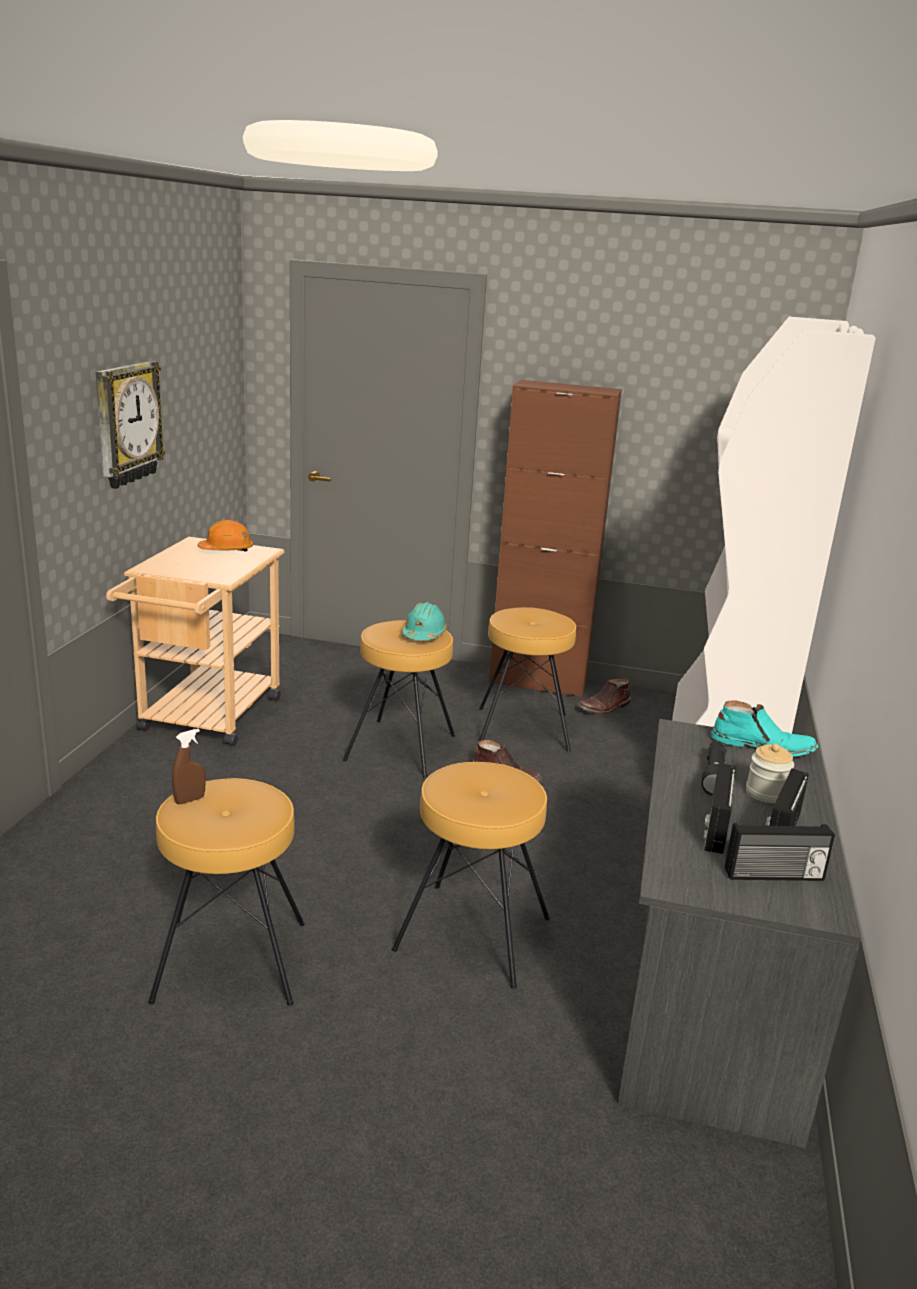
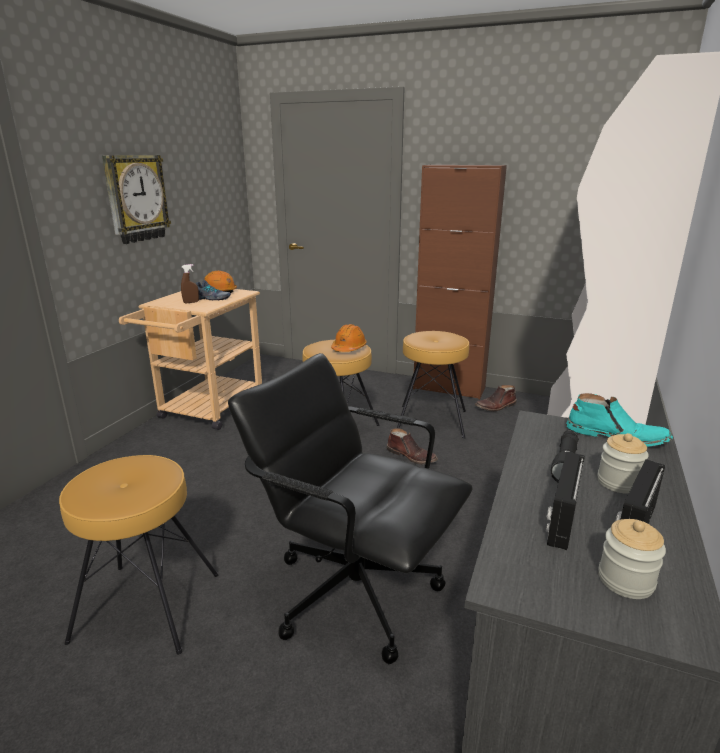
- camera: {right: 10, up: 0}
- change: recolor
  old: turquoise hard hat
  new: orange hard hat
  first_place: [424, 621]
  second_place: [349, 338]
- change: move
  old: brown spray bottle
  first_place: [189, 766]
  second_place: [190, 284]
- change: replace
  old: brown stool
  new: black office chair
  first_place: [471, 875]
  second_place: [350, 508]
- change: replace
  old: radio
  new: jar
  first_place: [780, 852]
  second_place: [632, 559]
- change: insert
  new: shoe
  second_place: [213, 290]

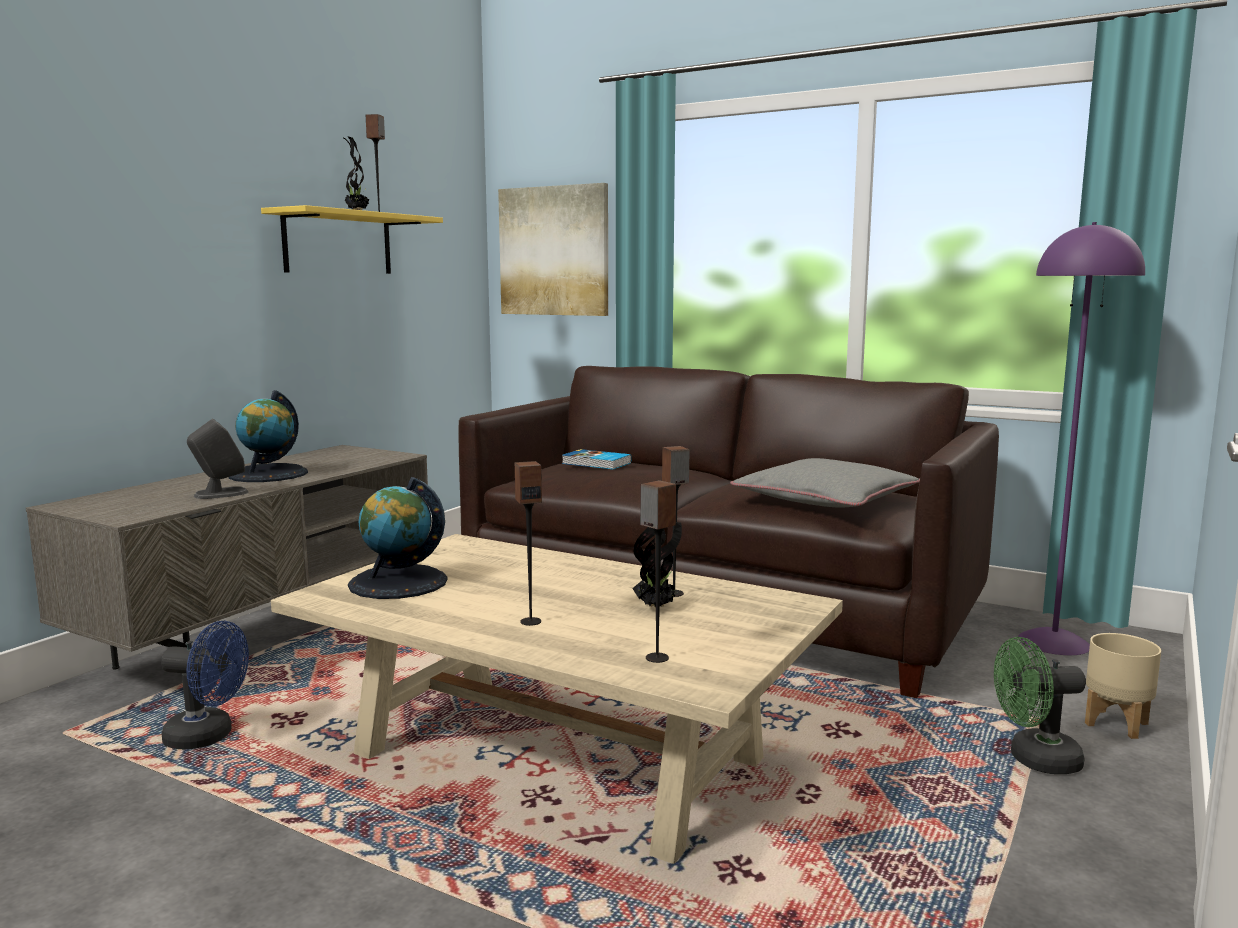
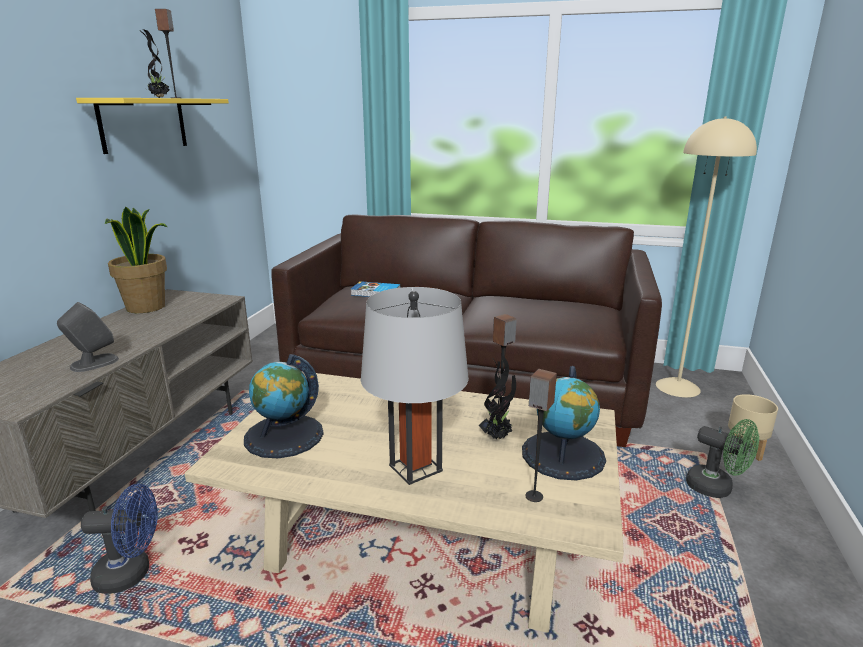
- camera: {right: -15, up: 10}
- change: delete
  old: picture
  first_place: [553, 249]
- change: recolor
  old: purple floor lamp
  new: beige floor lamp
  first_place: [1081, 438]
  second_place: [706, 257]
- change: move
  old: globe
  first_place: [268, 436]
  second_place: [564, 423]
- change: delete
  old: grey pillow
  first_place: [825, 483]
- change: replace
  old: speaker
  new: grey table lamp
  first_place: [528, 543]
  second_place: [414, 386]
- change: rotate
  old: green fan
  first_place: [1040, 705]
  second_place: [722, 458]
  degrees: -120
- change: insert
  new: potted plant
  second_place: [136, 259]

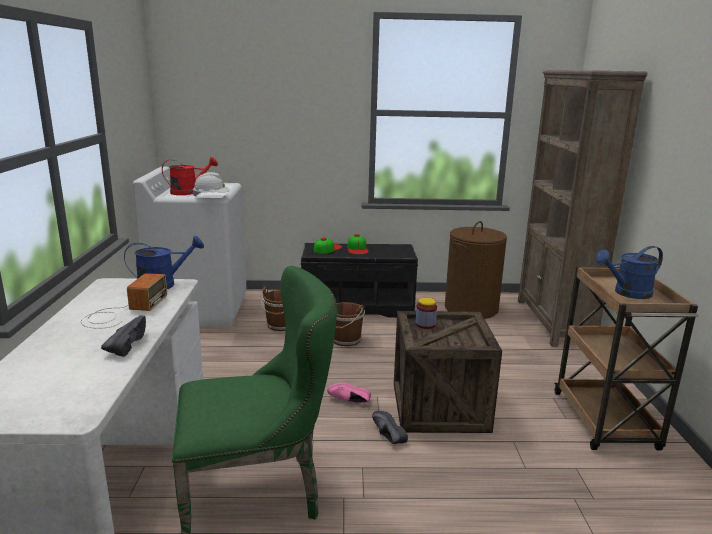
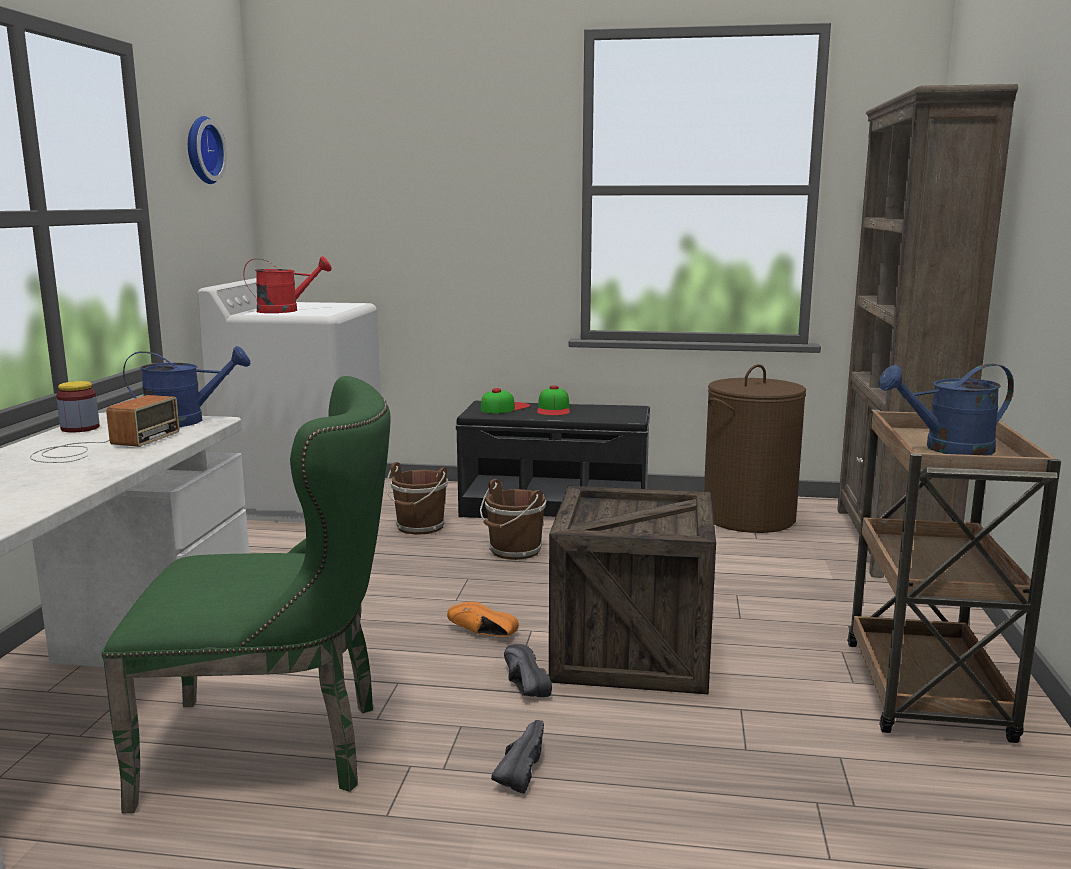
- camera: {right: 10, up: -5}
- change: delete
  old: white hard hat
  first_place: [211, 184]
- change: move
  old: jar
  first_place: [426, 313]
  second_place: [78, 406]
- change: move
  old: black shoe
  first_place: [123, 336]
  second_place: [517, 757]
- change: recolor
  old: pink shoe
  new: orange shoe
  first_place: [349, 392]
  second_place: [483, 619]
- change: insert
  new: wall clock
  second_place: [207, 150]

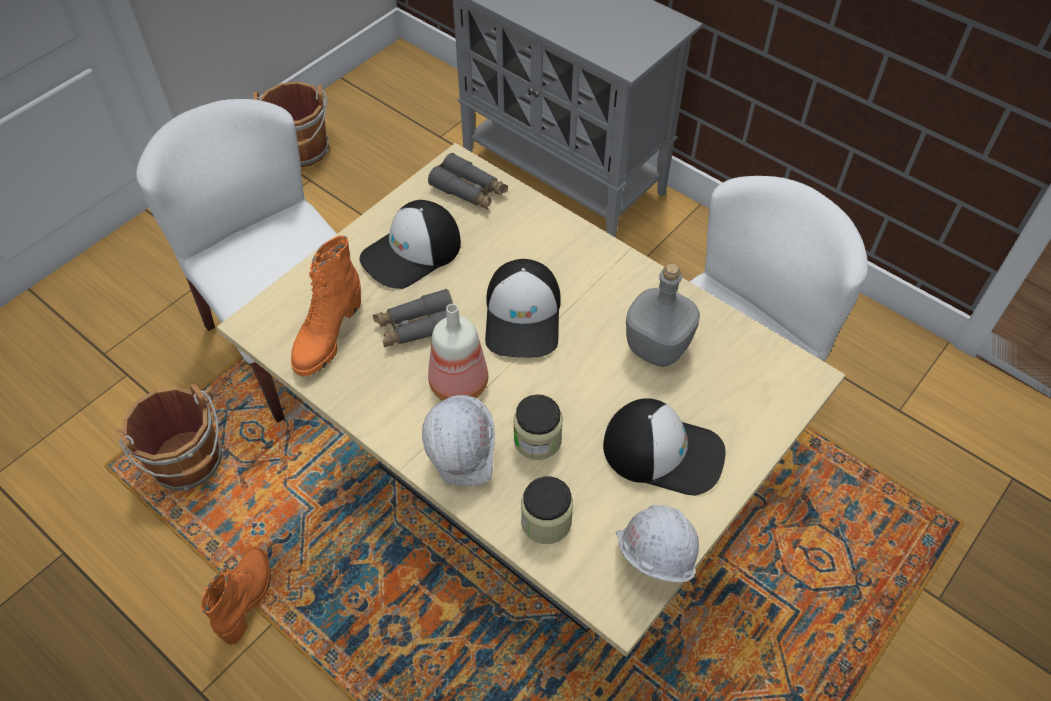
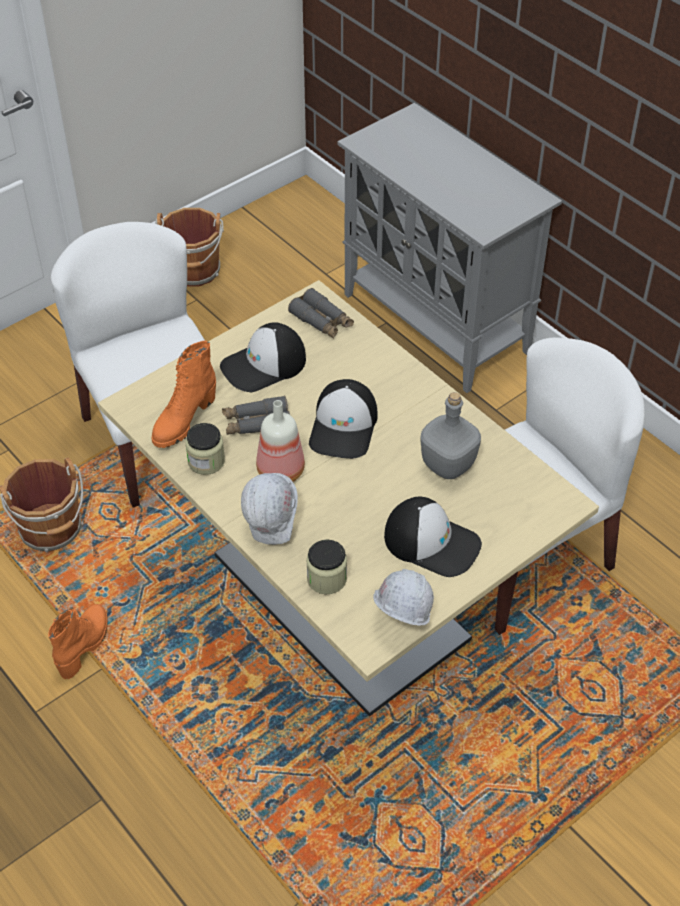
- camera: {right: 10, up: -5}
- change: move
  old: jar
  first_place: [538, 427]
  second_place: [205, 449]

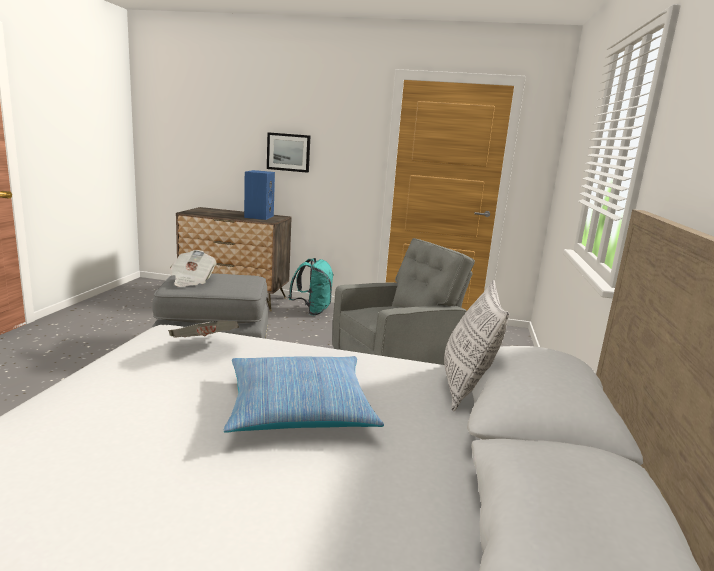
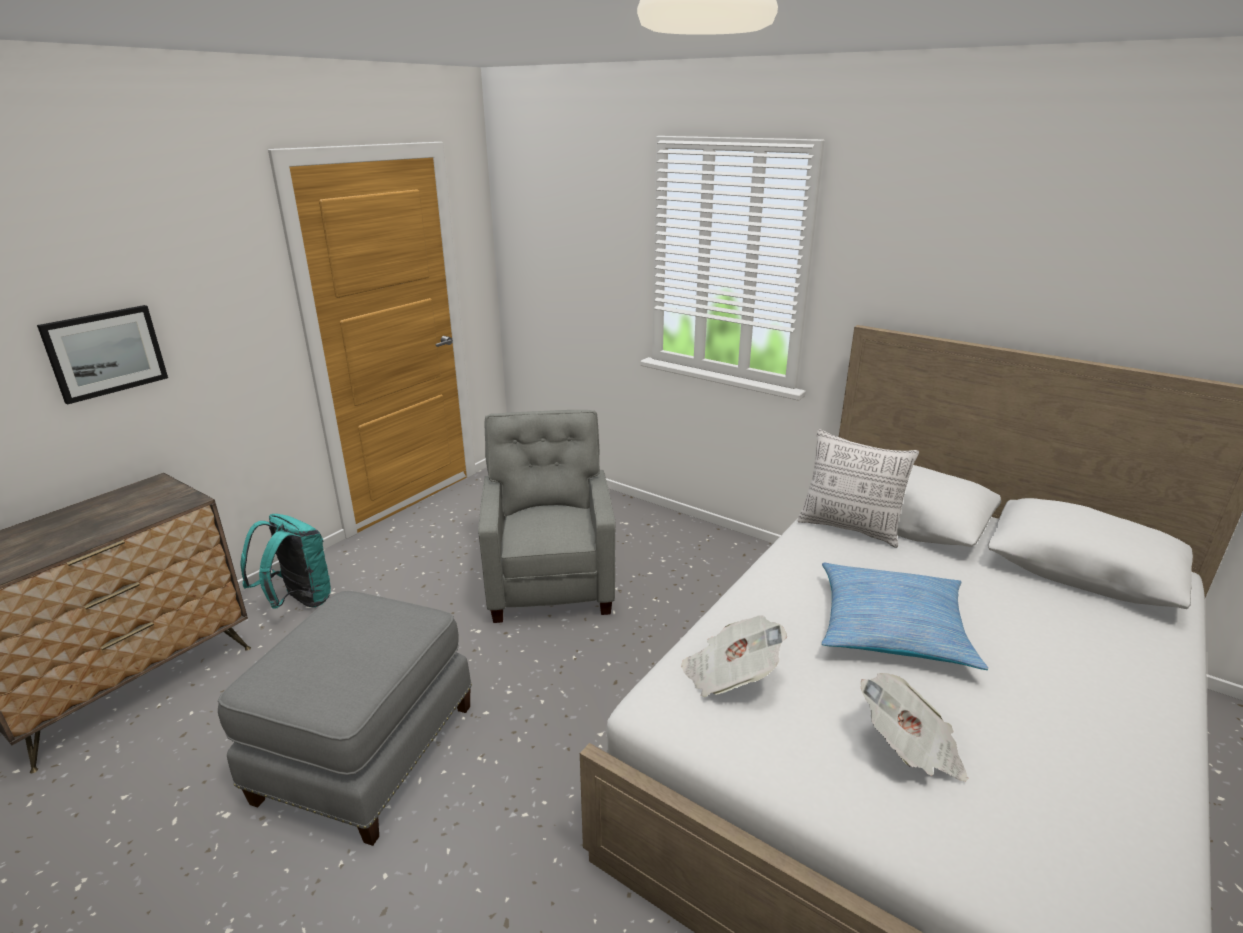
- camera: {right: -65, up: 10}
- change: delete
  old: blue speaker
  first_place: [259, 195]
- change: move
  old: newspaper
  first_place: [193, 268]
  second_place: [914, 727]

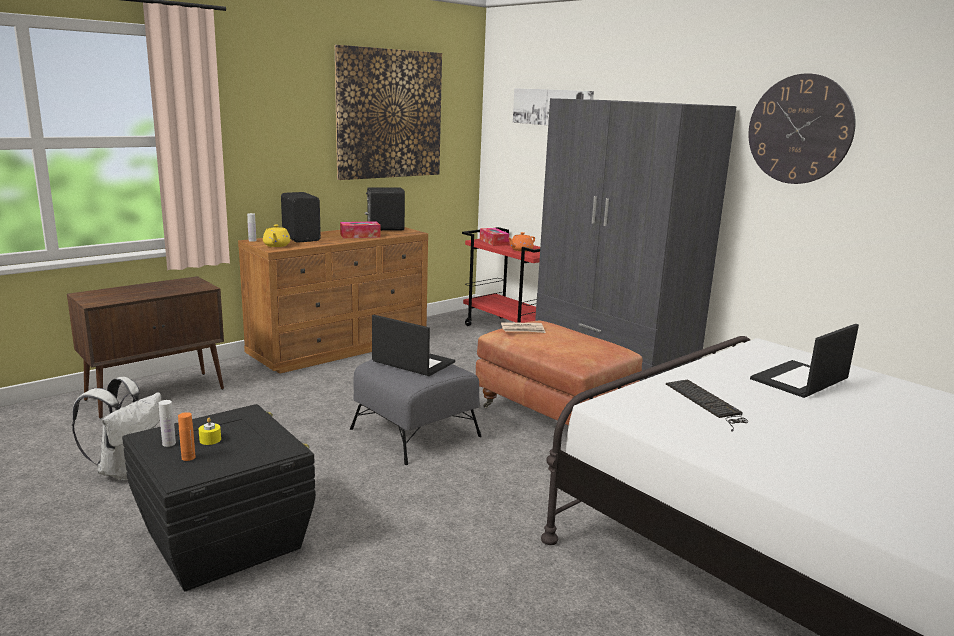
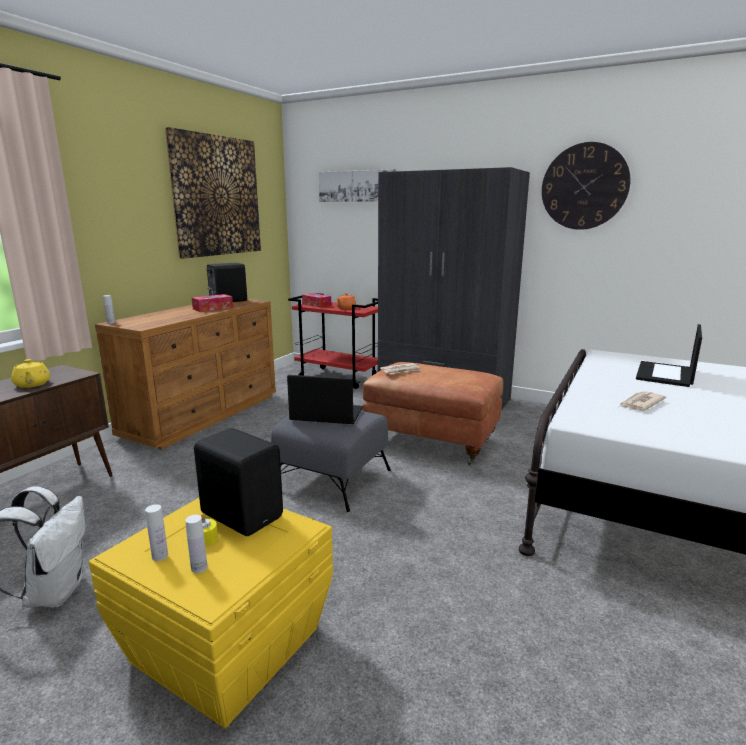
- camera: {right: -20, up: 0}
- change: move
  old: black speaker
  first_place: [301, 217]
  second_place: [238, 482]
- change: move
  old: yellow teapot
  first_place: [276, 236]
  second_place: [30, 373]
- change: replace
  old: keyboard
  new: newspaper
  first_place: [707, 406]
  second_place: [642, 401]
- change: recolor
  old: black storage box
  new: yellow storage box
  first_place: [219, 498]
  second_place: [211, 613]
- change: recolor
  old: orange bottle
  new: white bottle
  first_place: [187, 436]
  second_place: [196, 544]

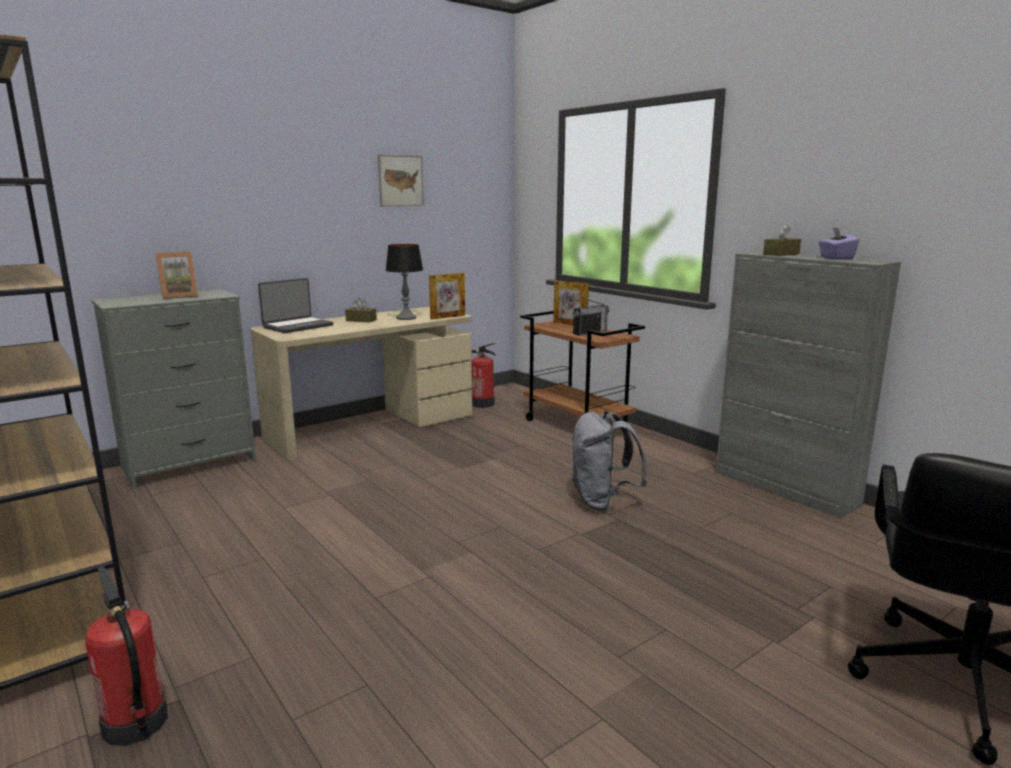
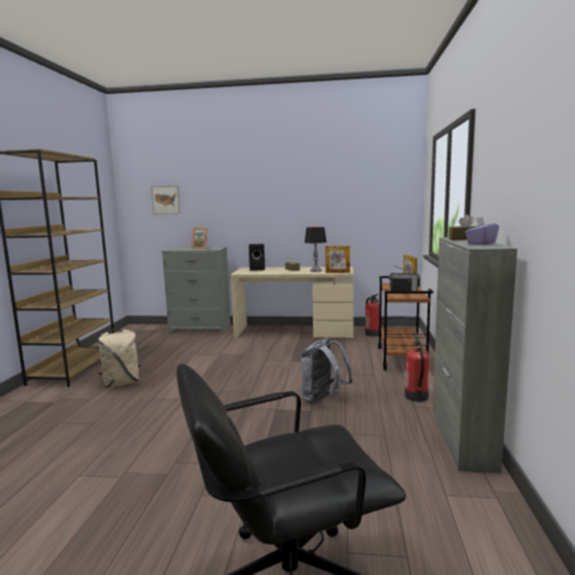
- camera: {right: 45, up: -5}
- change: move
  old: picture
  first_place: [401, 180]
  second_place: [165, 200]
- change: replace
  old: laptop
  new: black speaker
  first_place: [295, 305]
  second_place: [257, 257]
- change: move
  old: fire extinguisher
  first_place: [126, 656]
  second_place: [417, 367]
- change: insert
  new: beige backpack
  second_place: [119, 358]

